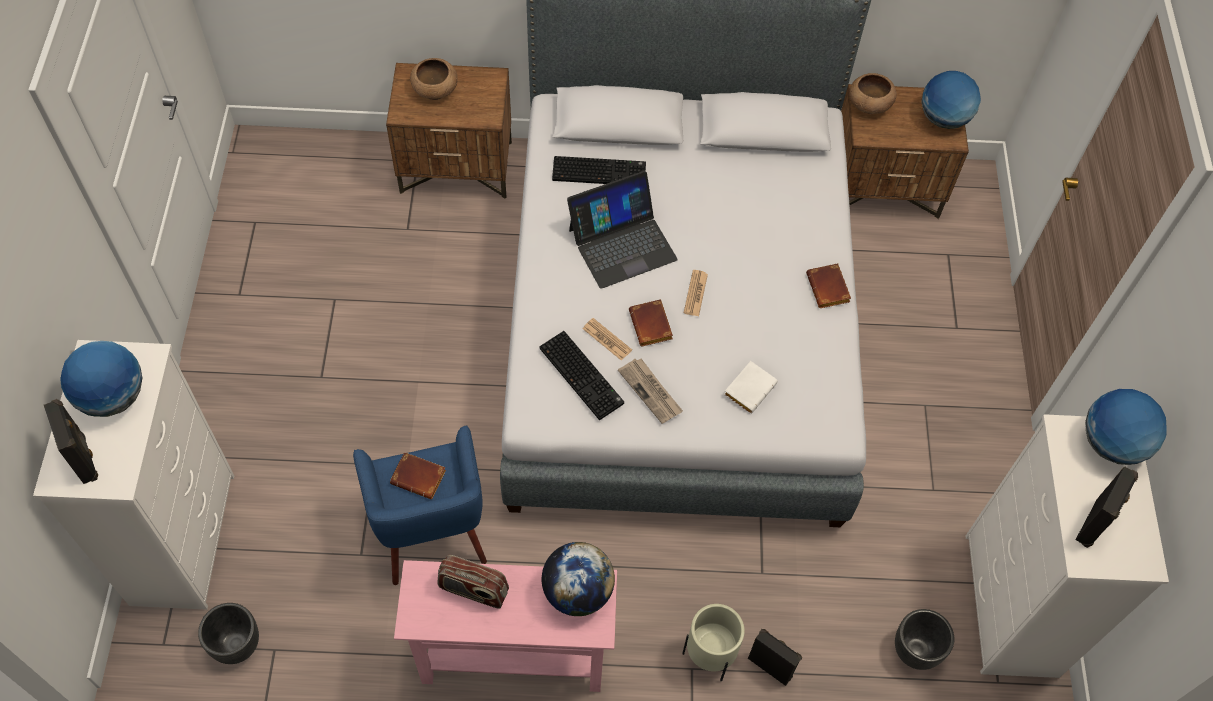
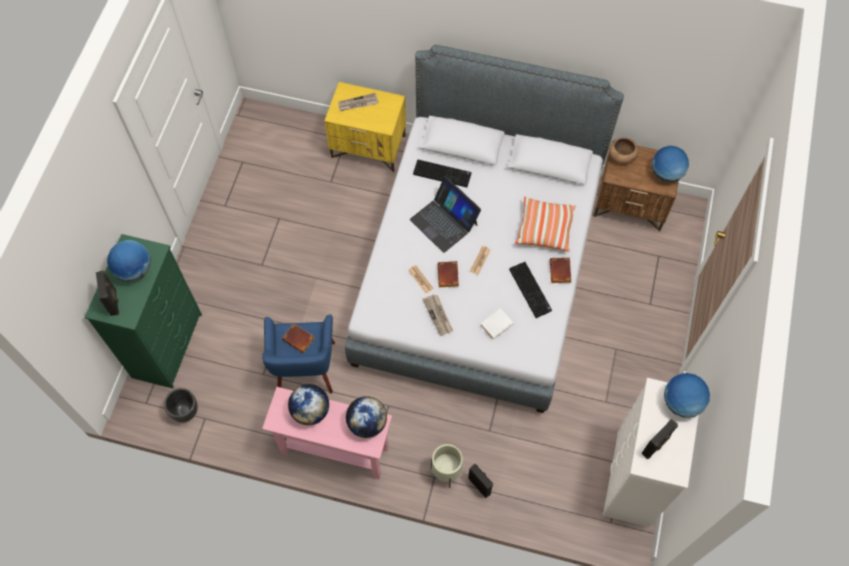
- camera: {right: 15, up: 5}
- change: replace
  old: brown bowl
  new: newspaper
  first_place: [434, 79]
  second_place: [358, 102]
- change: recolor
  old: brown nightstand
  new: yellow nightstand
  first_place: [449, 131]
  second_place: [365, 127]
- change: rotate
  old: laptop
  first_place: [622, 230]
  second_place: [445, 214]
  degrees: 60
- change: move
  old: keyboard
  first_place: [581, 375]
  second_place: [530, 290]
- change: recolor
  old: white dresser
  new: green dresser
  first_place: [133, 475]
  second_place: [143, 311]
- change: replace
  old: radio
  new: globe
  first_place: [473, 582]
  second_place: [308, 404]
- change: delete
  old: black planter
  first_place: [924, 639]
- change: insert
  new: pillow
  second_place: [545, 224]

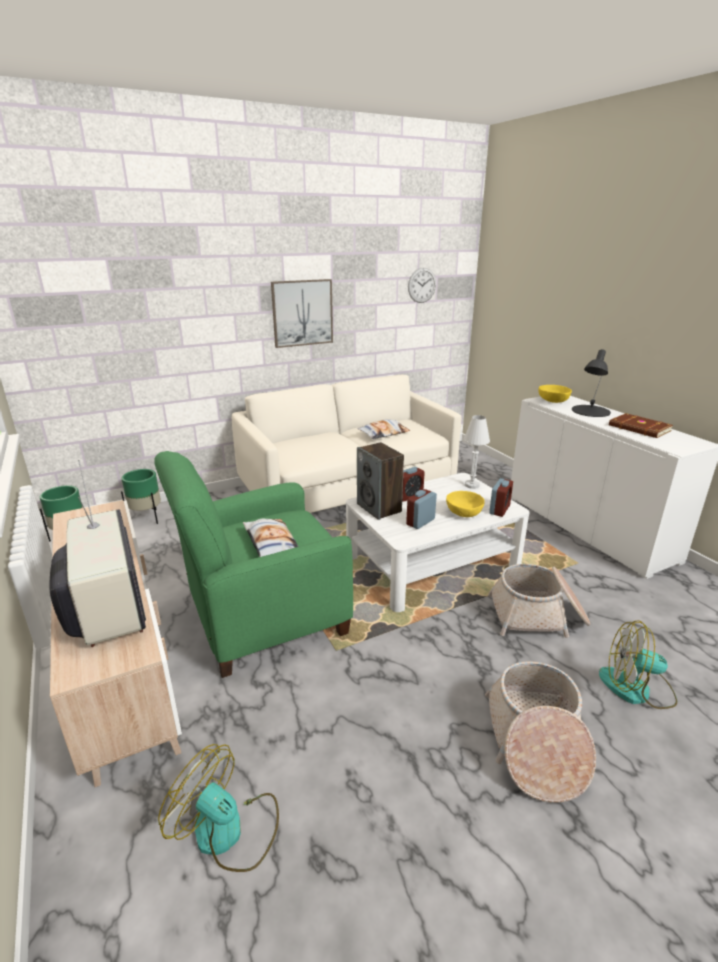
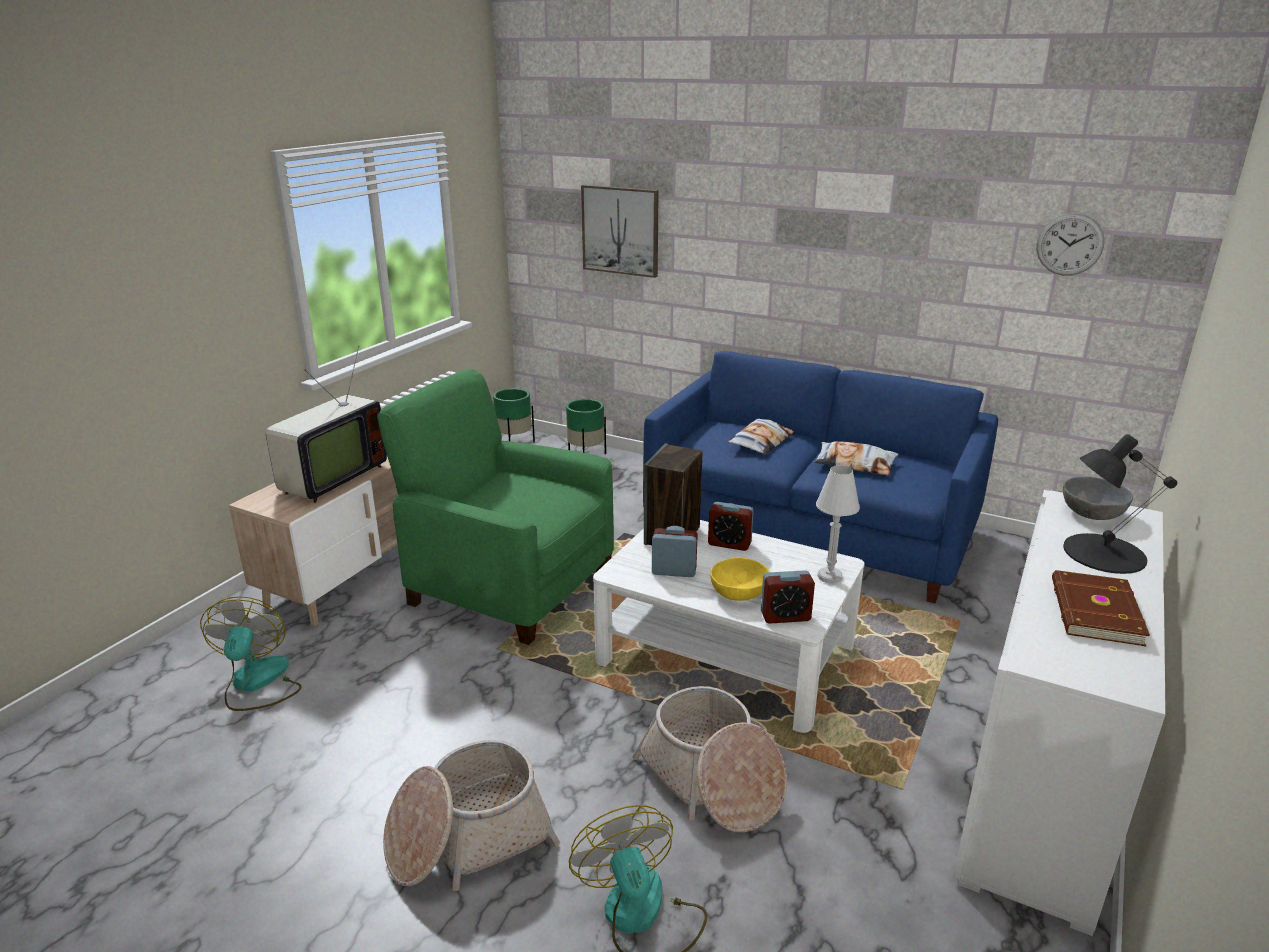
- camera: {right: 55, up: 0}
- change: move
  old: picture
  first_place: [302, 313]
  second_place: [620, 231]
- change: recolor
  old: white sofa
  new: blue sofa
  first_place: [347, 444]
  second_place: [820, 477]
- change: recolor
  old: yellow bowl
  new: grey bowl
  first_place: [555, 394]
  second_place: [1098, 498]
- change: move
  old: pillow
  first_place: [271, 538]
  second_place: [761, 437]

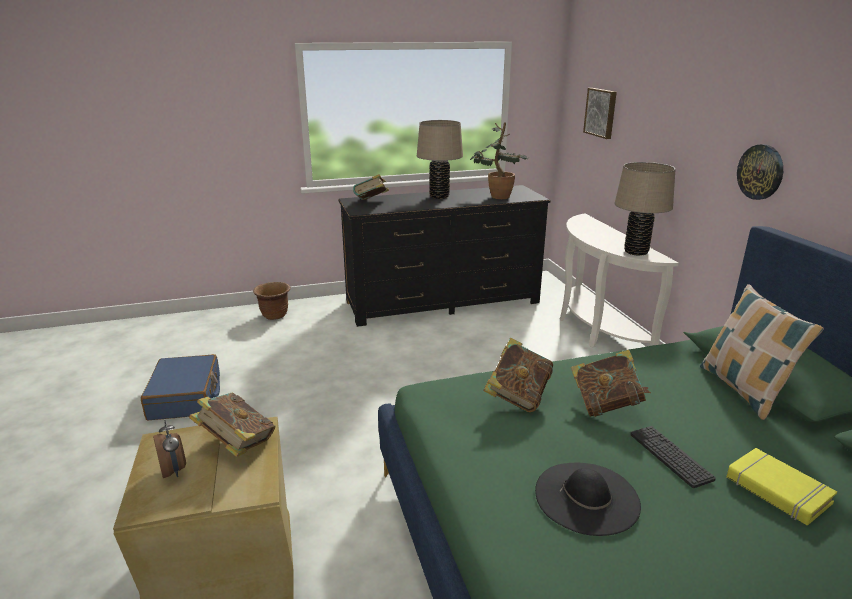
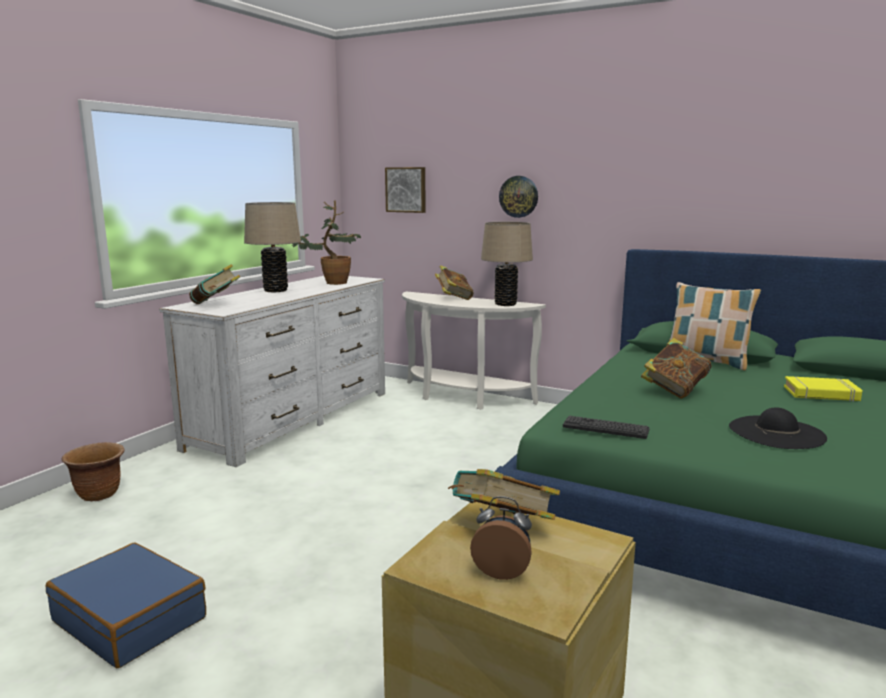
- camera: {right: -45, up: -10}
- change: move
  old: wall clock
  first_place: [760, 172]
  second_place: [518, 197]
- change: recolor
  old: black dresser
  new: white dresser
  first_place: [444, 256]
  second_place: [272, 371]
- change: move
  old: book
  first_place: [518, 375]
  second_place: [454, 282]
- change: move
  old: keyboard
  first_place: [673, 457]
  second_place: [606, 427]

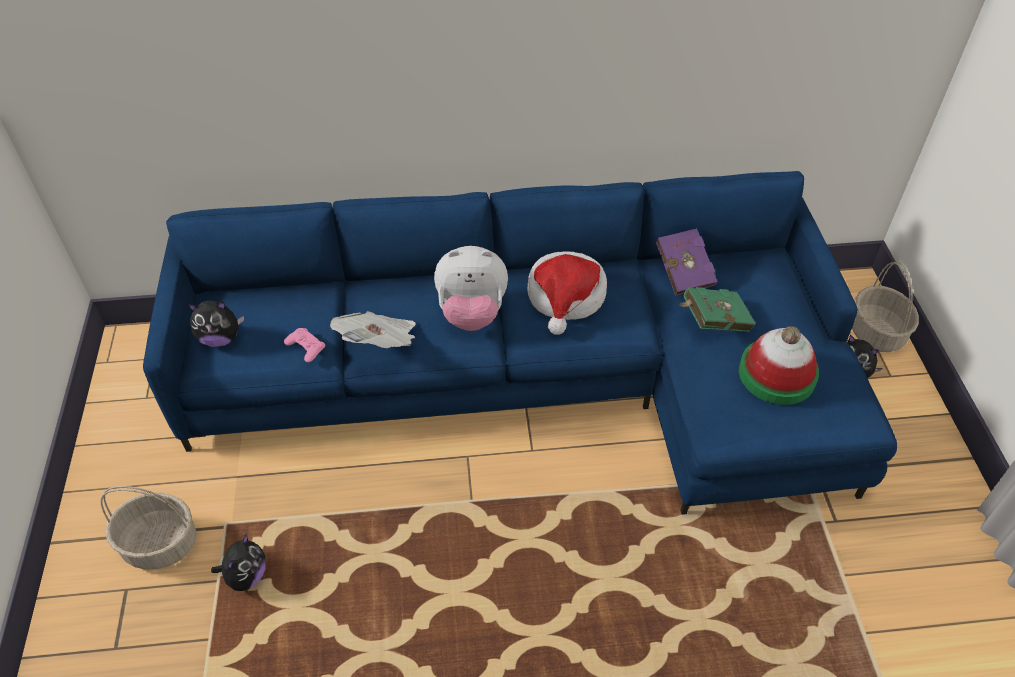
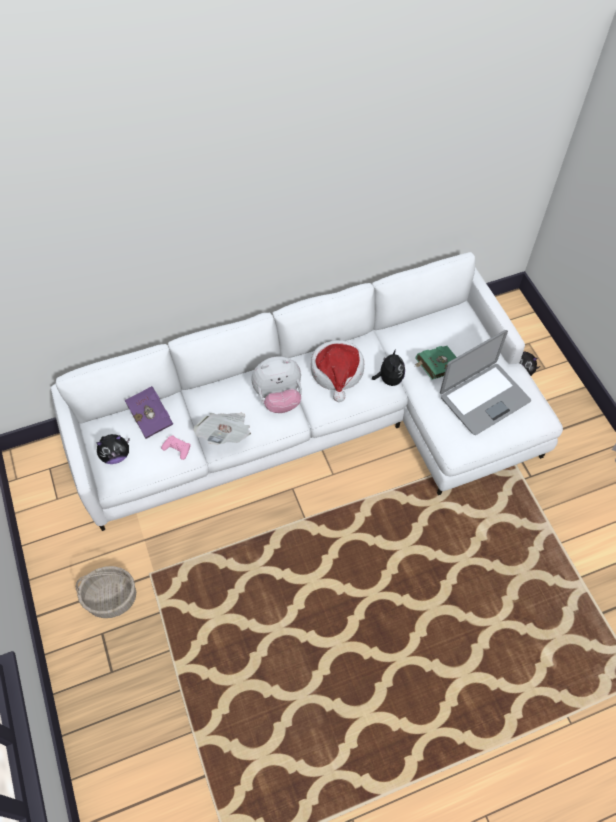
- camera: {right: -15, up: 10}
- change: recolor
  old: blue sofa
  new: white sofa
  first_place: [520, 343]
  second_place: [307, 391]
- change: move
  old: purple book
  first_place: [686, 262]
  second_place: [149, 412]
- change: delete
  old: basket
  first_place: [885, 307]
- change: replace
  old: hat
  new: laptop
  first_place: [779, 365]
  second_place: [485, 382]
- change: move
  old: plush toy
  first_place: [238, 562]
  second_place: [388, 367]

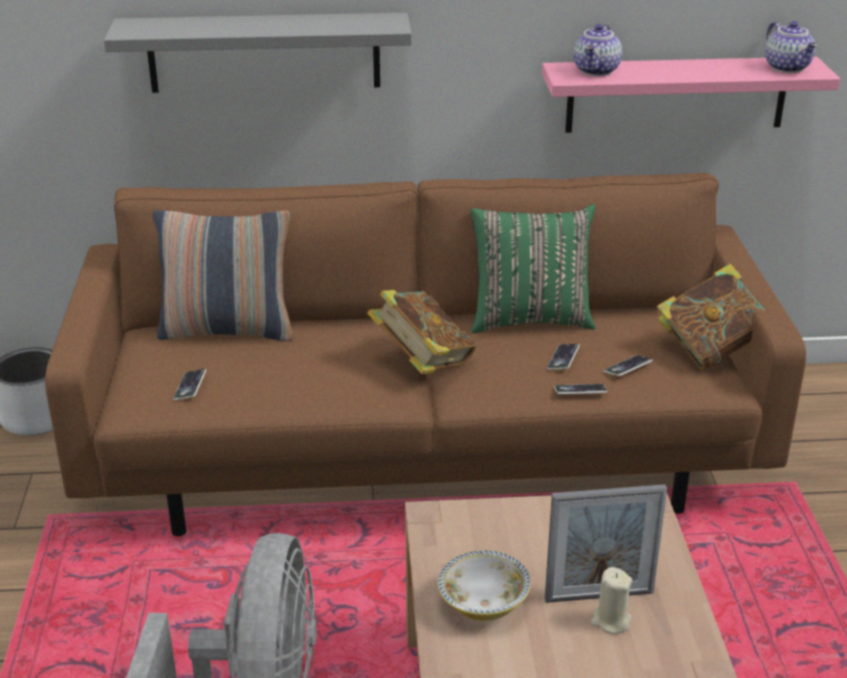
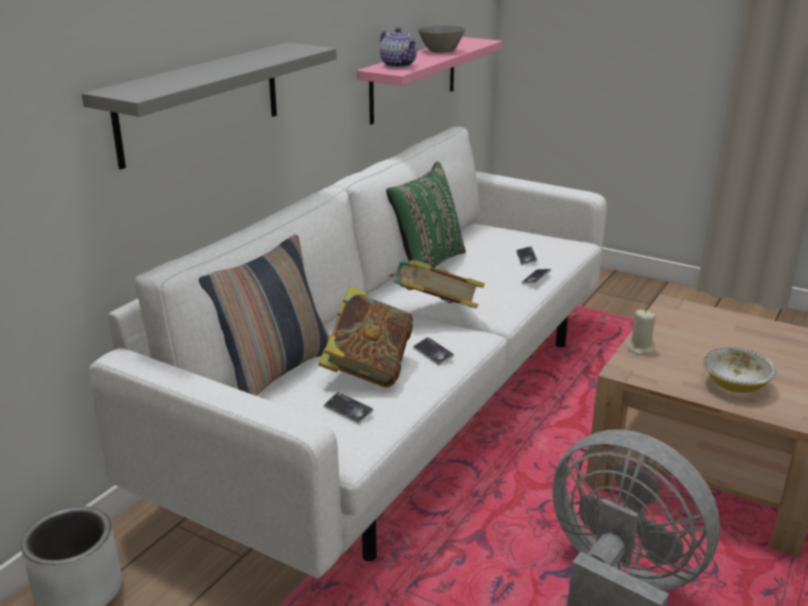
- camera: {right: -55, up: -5}
- change: delete
  old: teapot
  first_place: [791, 47]
- change: recolor
  old: brown sofa
  new: white sofa
  first_place: [425, 354]
  second_place: [348, 352]
- change: move
  old: book
  first_place: [711, 317]
  second_place: [366, 336]
- change: move
  old: phone
  first_place: [563, 357]
  second_place: [433, 351]
- change: delete
  old: picture frame
  first_place: [606, 543]
- change: move
  old: beige candle
  first_place: [611, 600]
  second_place: [642, 332]
- change: insert
  new: grey bowl
  second_place: [442, 39]

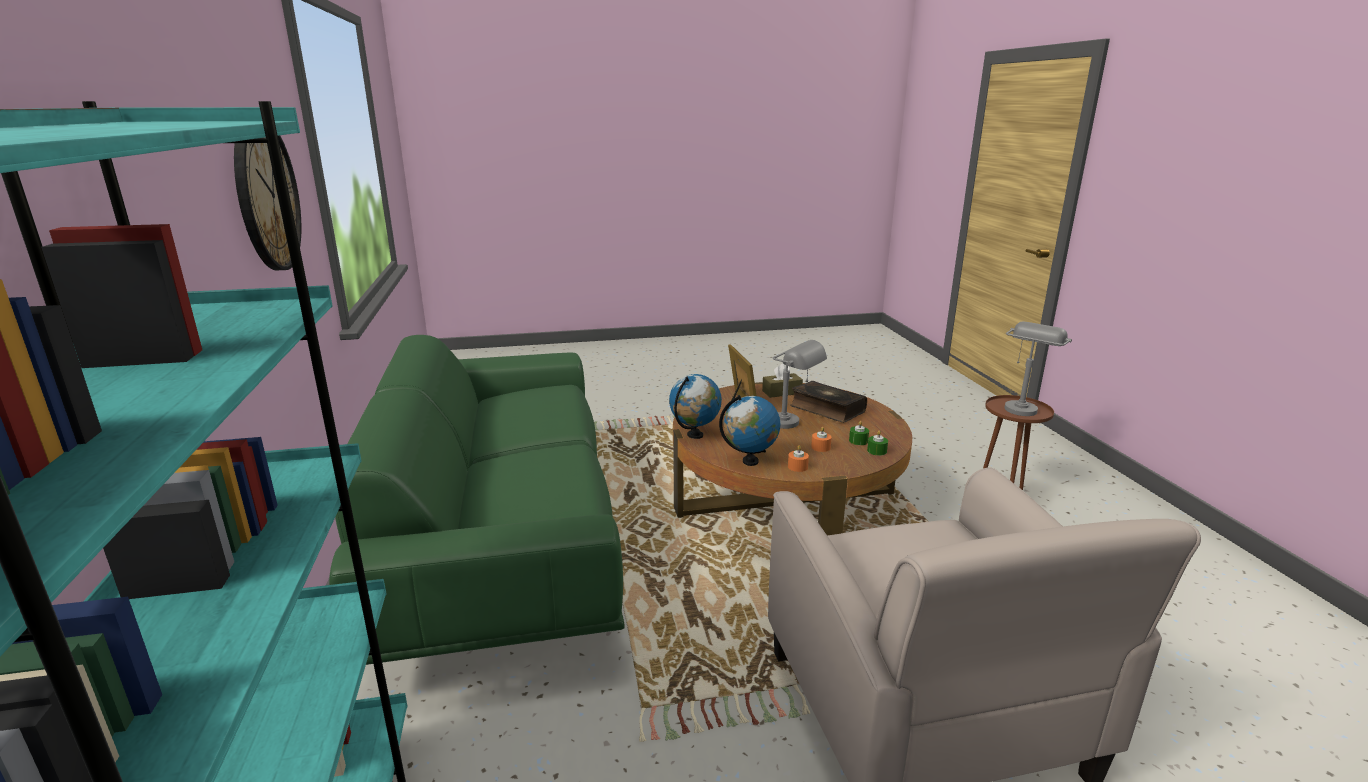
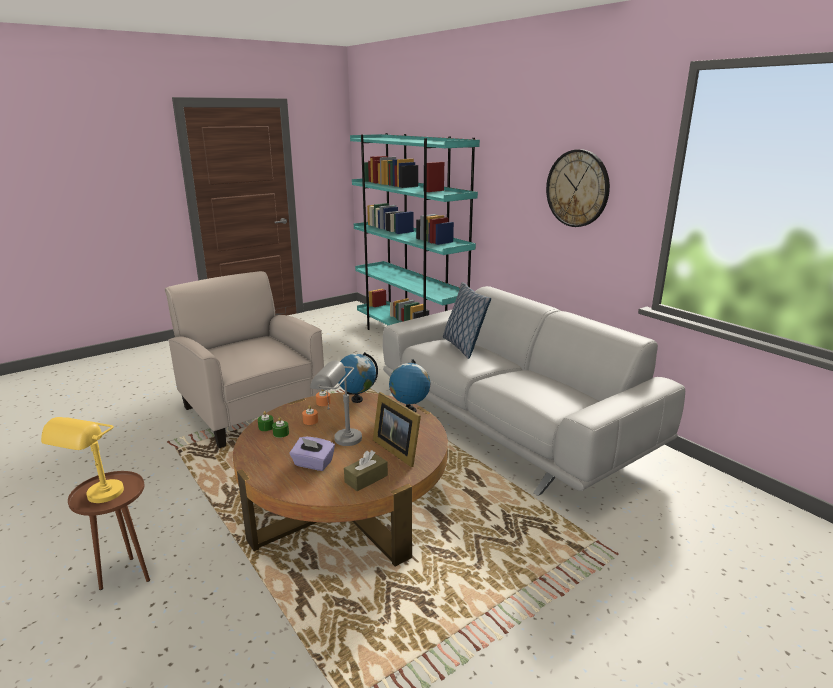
- camera: {right: 155, up: 0}
- change: recolor
  old: grey table lamp
  new: yellow table lamp
  first_place: [1038, 368]
  second_place: [82, 460]
- change: recolor
  old: green sofa
  new: grey sofa
  first_place: [477, 500]
  second_place: [534, 391]
- change: replace
  old: book
  new: purple tissue box
  first_place: [828, 402]
  second_place: [312, 454]
- change: insert
  new: pillow
  second_place: [467, 320]

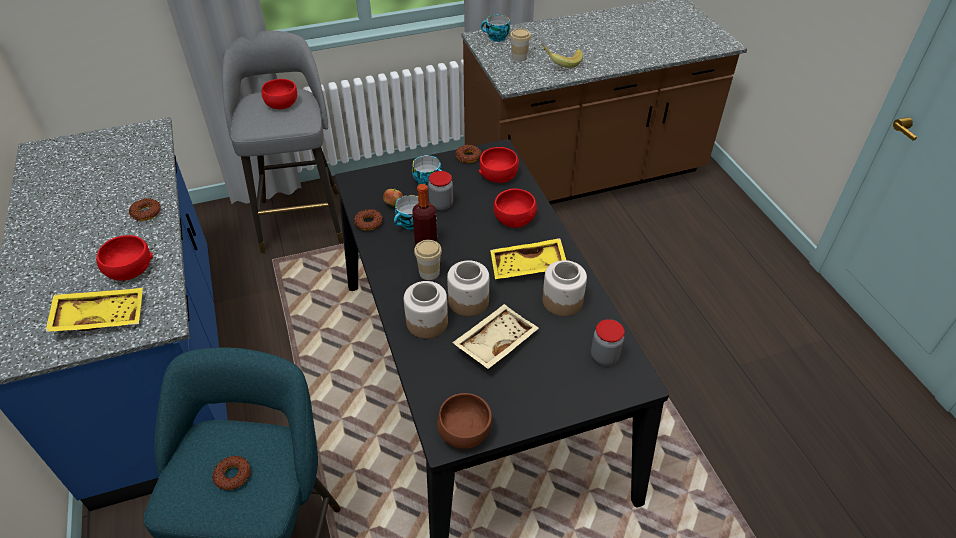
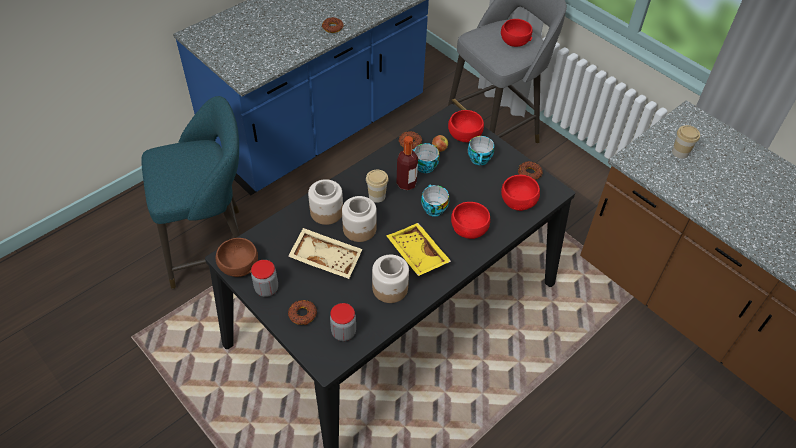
- camera: {right: 65, up: 5}
- change: move
  old: cup
  first_place: [495, 28]
  second_place: [435, 201]
- change: delete
  old: banana
  first_place: [562, 55]
- change: move
  old: jar
  first_place: [440, 190]
  second_place: [264, 278]
- change: move
  old: red bowl
  first_place: [124, 258]
  second_place: [466, 126]
- change: delete
  old: yellow tray
  first_place: [94, 310]
- change: move
  old: donut
  first_place: [232, 473]
  second_place: [302, 312]

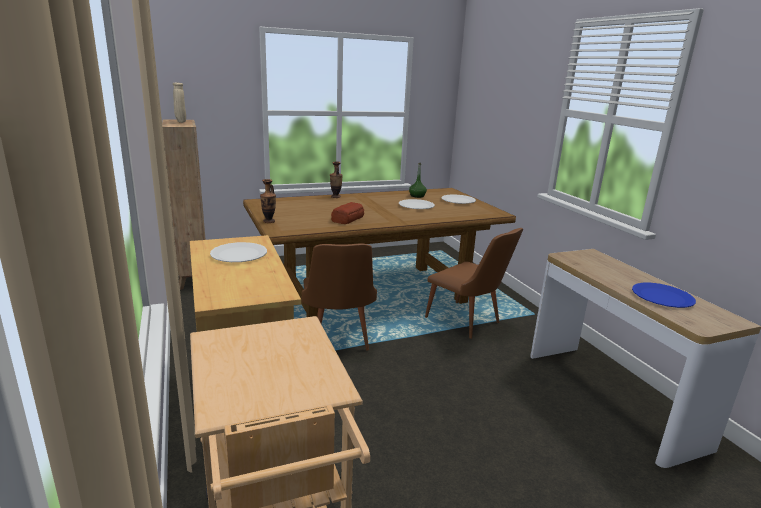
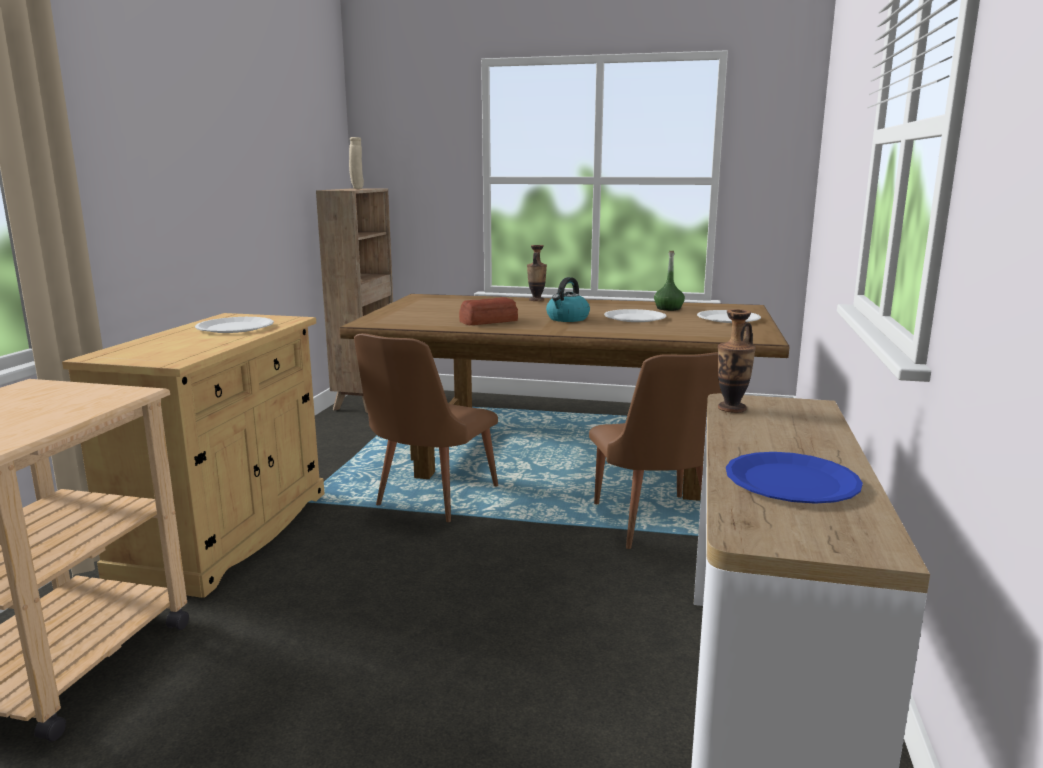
- camera: {right: 35, up: -5}
- change: move
  old: vase
  first_place: [268, 201]
  second_place: [737, 361]
- change: insert
  new: kettle
  second_place: [568, 299]

